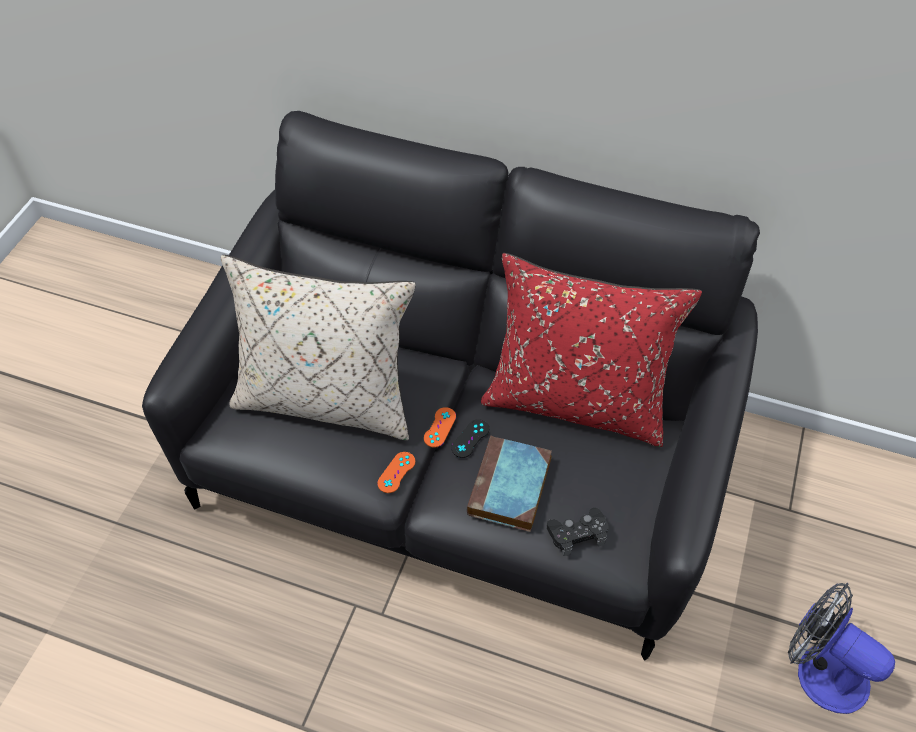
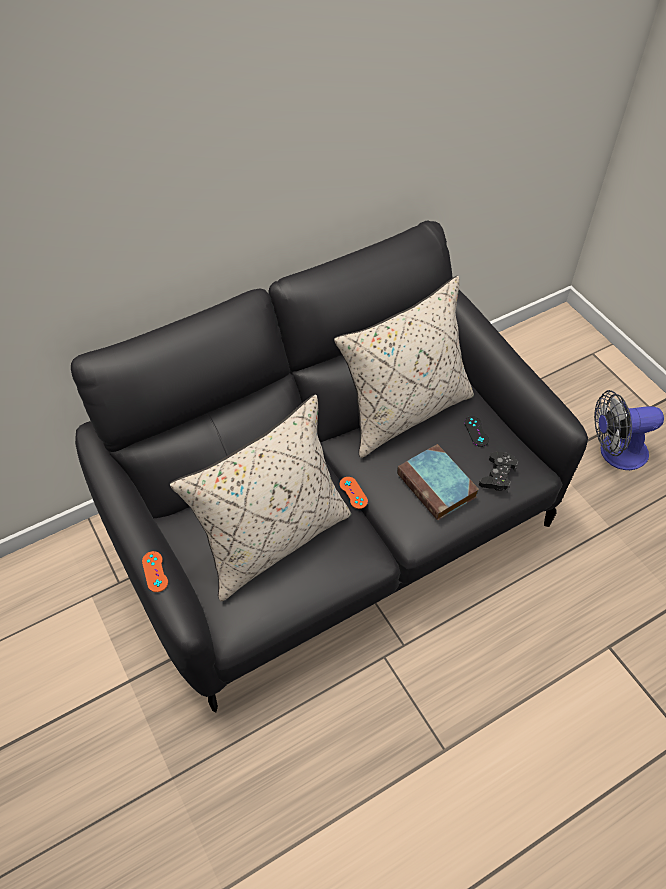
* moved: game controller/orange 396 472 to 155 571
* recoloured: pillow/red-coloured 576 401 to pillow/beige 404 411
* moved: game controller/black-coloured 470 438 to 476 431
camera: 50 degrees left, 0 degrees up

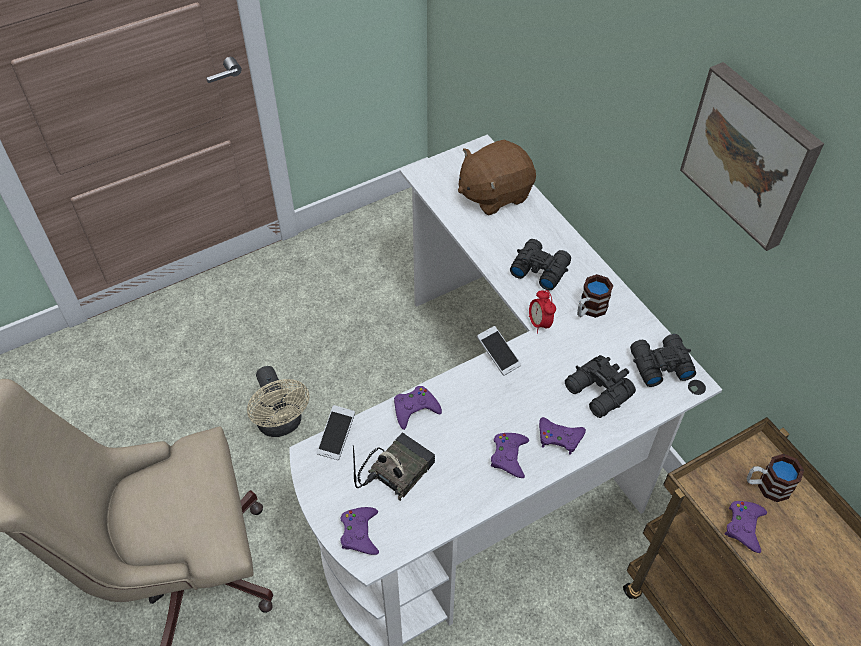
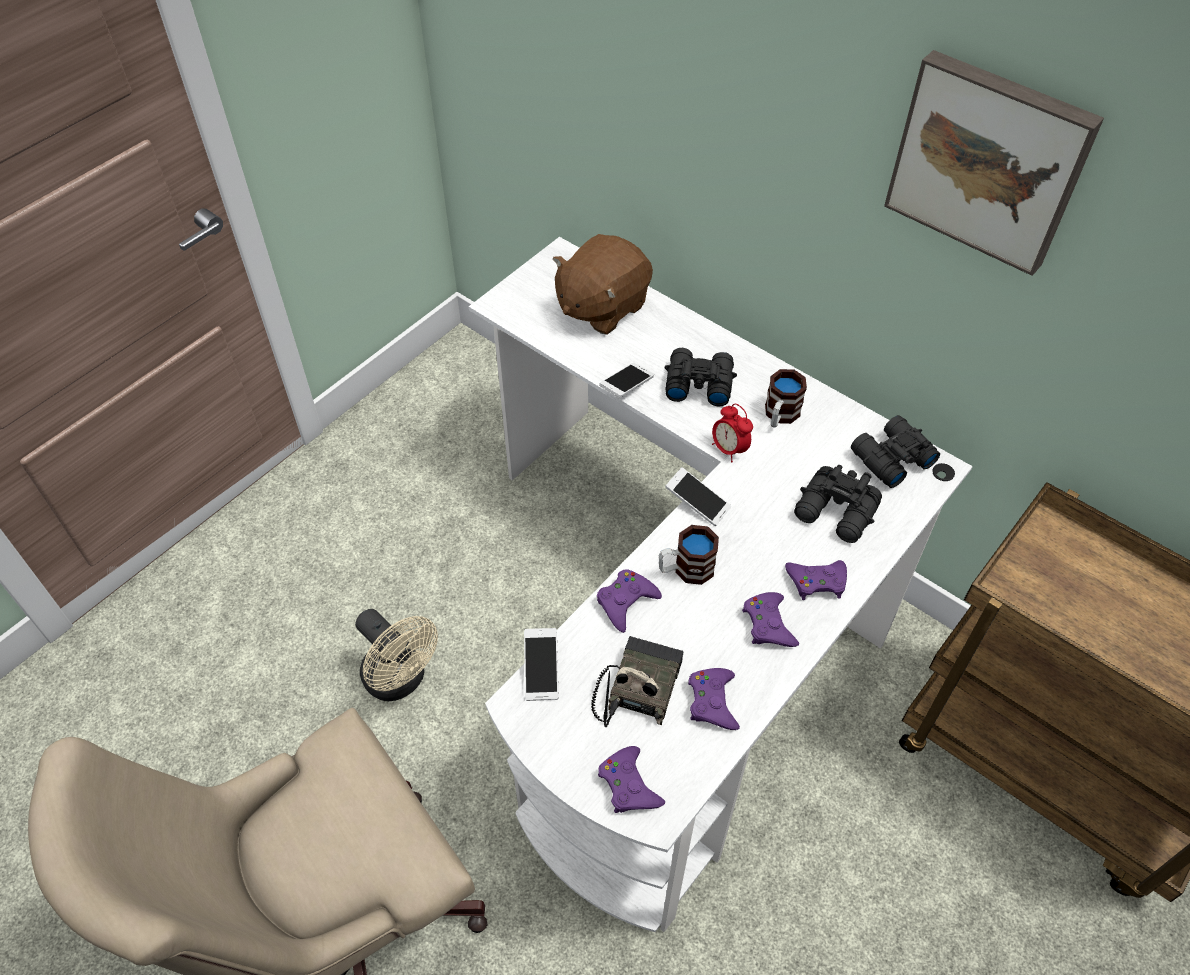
* added: phone 626 386
* moved: mug 767 486 to 686 569
* moved: game controller/purplish 744 527 to 712 701
camera: 20 degrees left, 0 degrees up

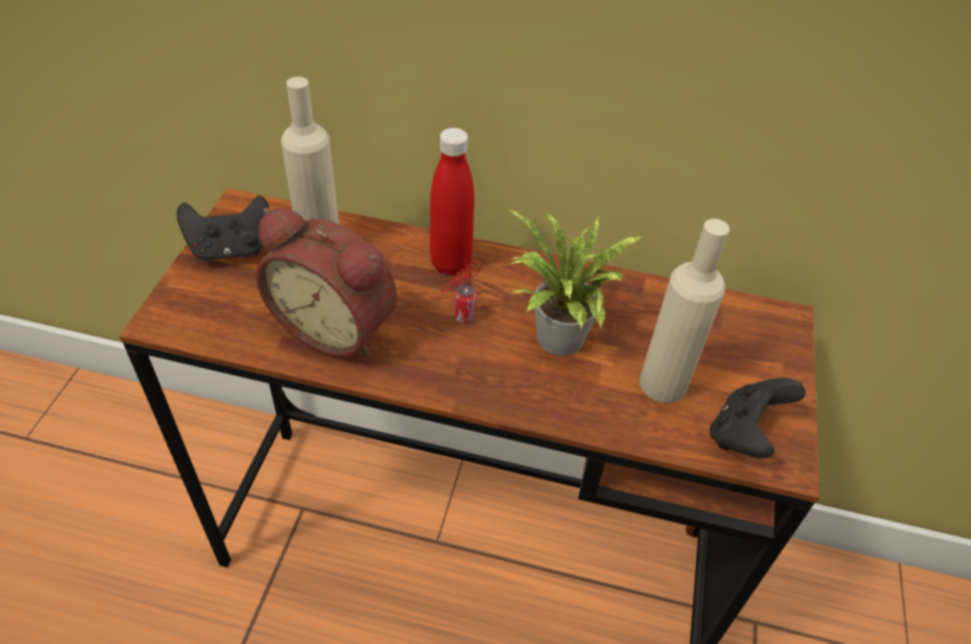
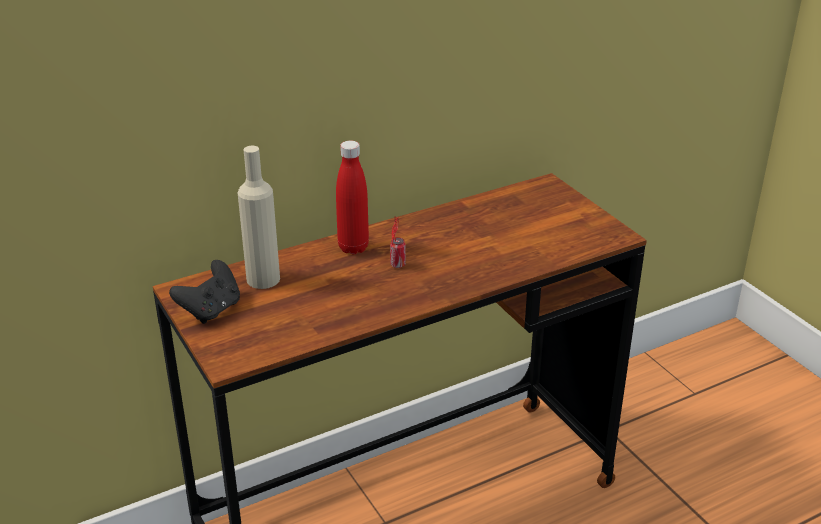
* removed: alarm clock 337 326
* removed: potted plant 557 342
* removed: drink bottle/beige 663 383
* removed: game controller/black-coloured 744 434
camera: 40 degrees left, 15 degrees down

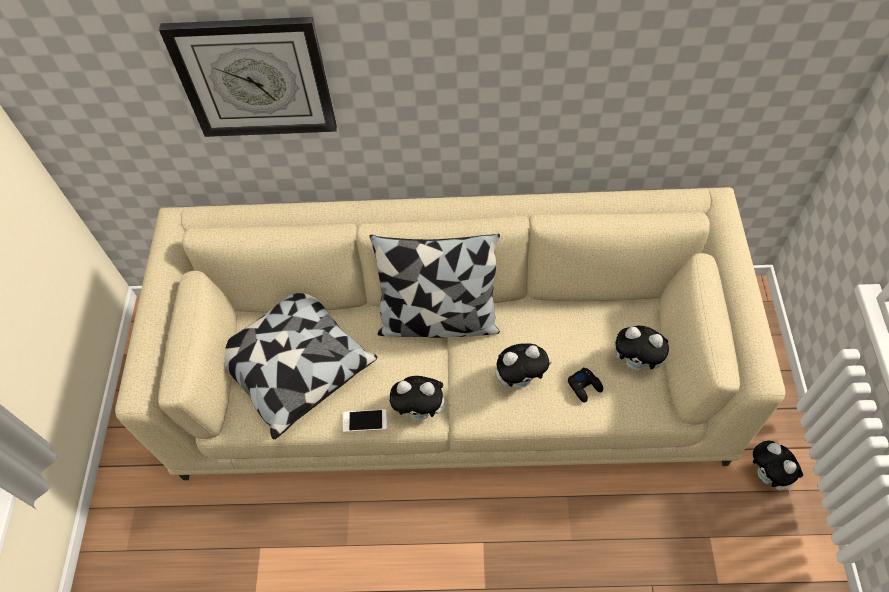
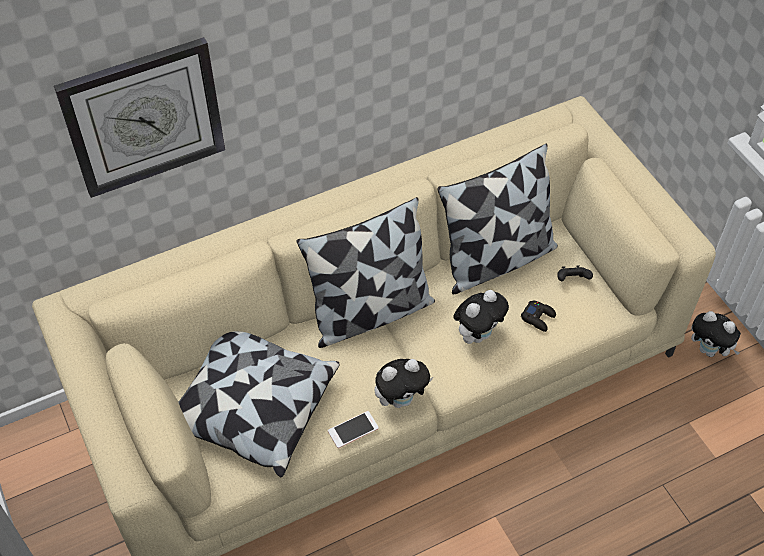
* added: pillow 496 259
* replaced: soft toy 637 363 to game controller/black-coloured 572 280
camera: 30 degrees left, 5 degrees down

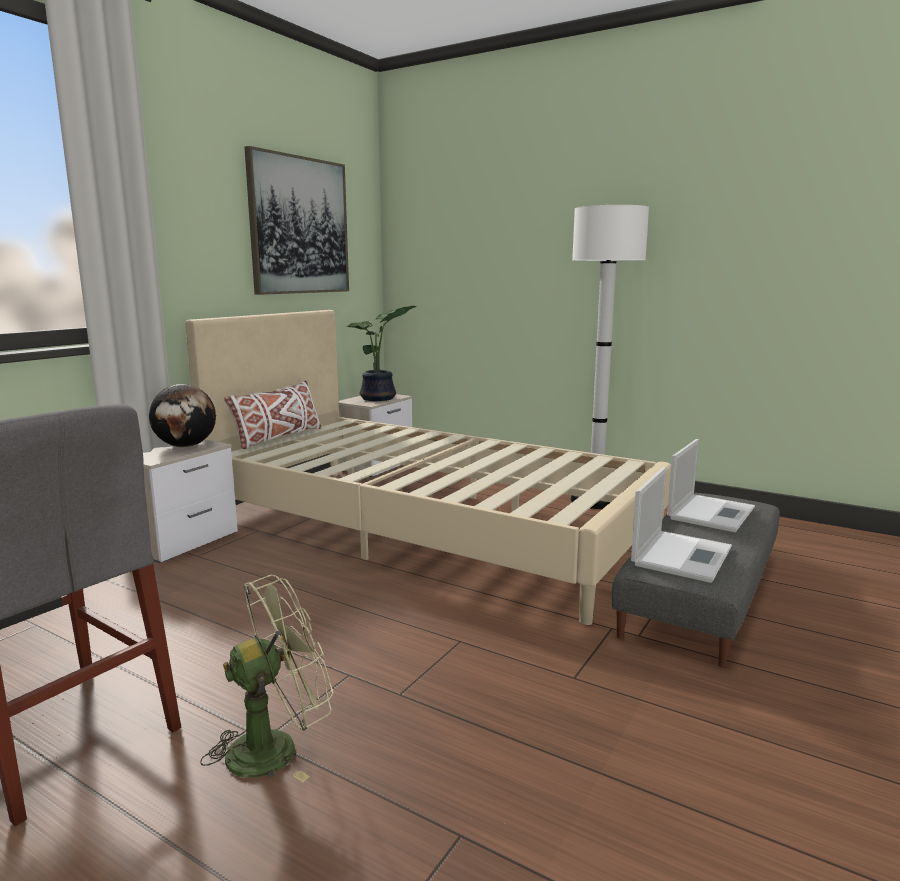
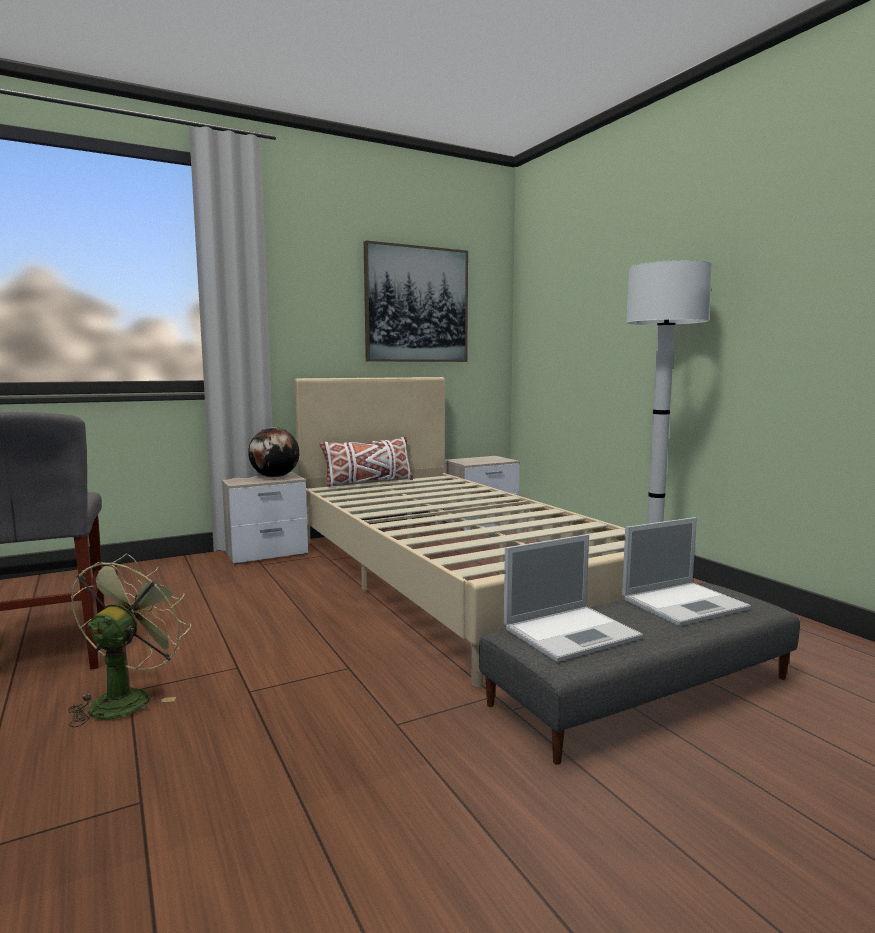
* turned: fan/green 276 747 = 127 698 75 degrees counterclockwise
* removed: potted plant 380 398
camera: 30 degrees right, 5 degrees down

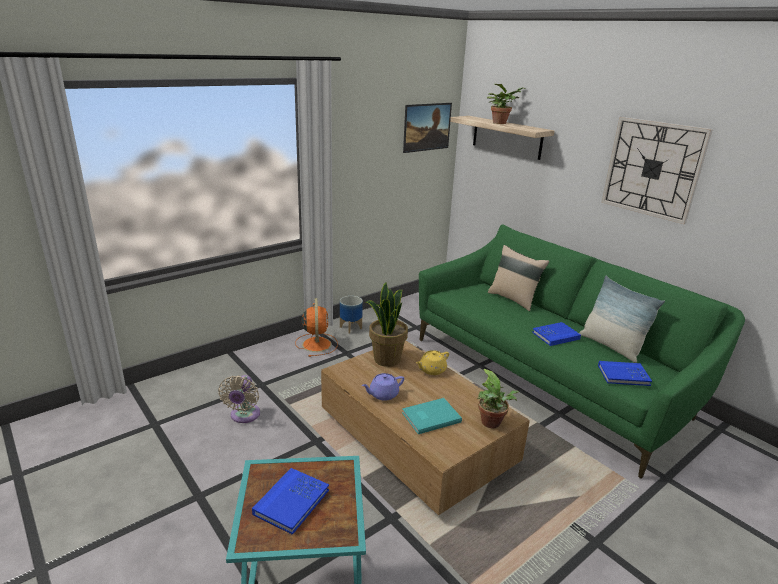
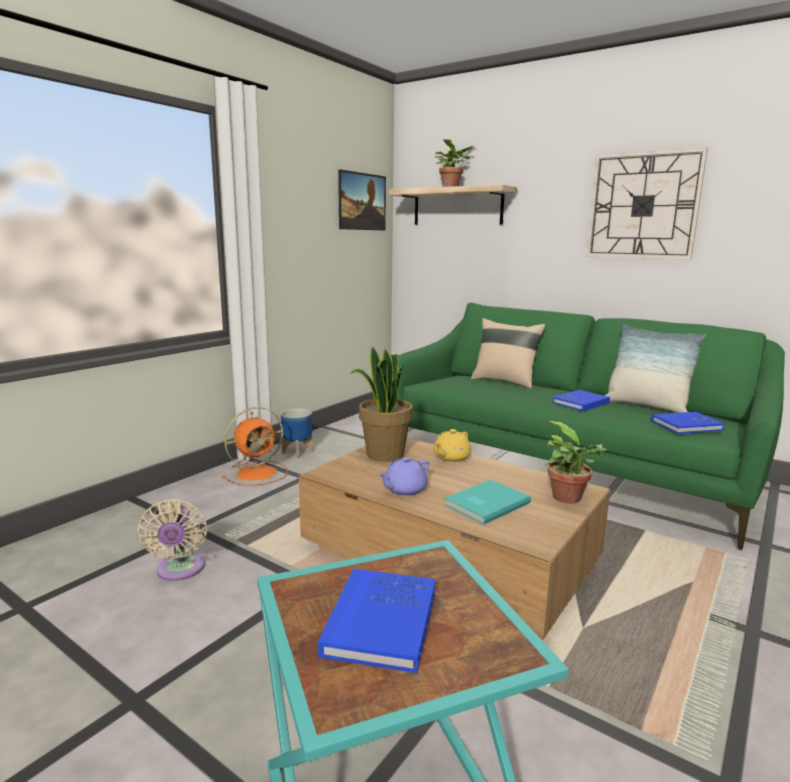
* turned: fan/orange 316 344 = 258 473 75 degrees clockwise
camera: 15 degrees left, 10 degrees down

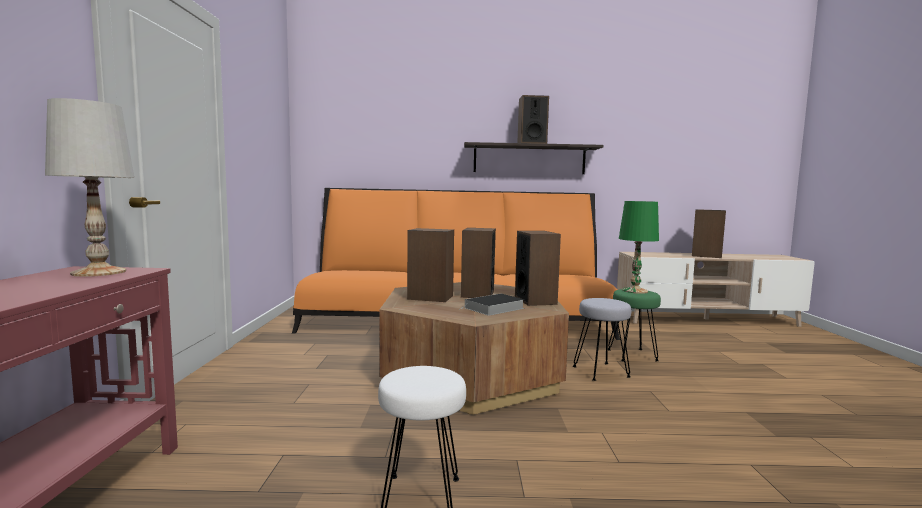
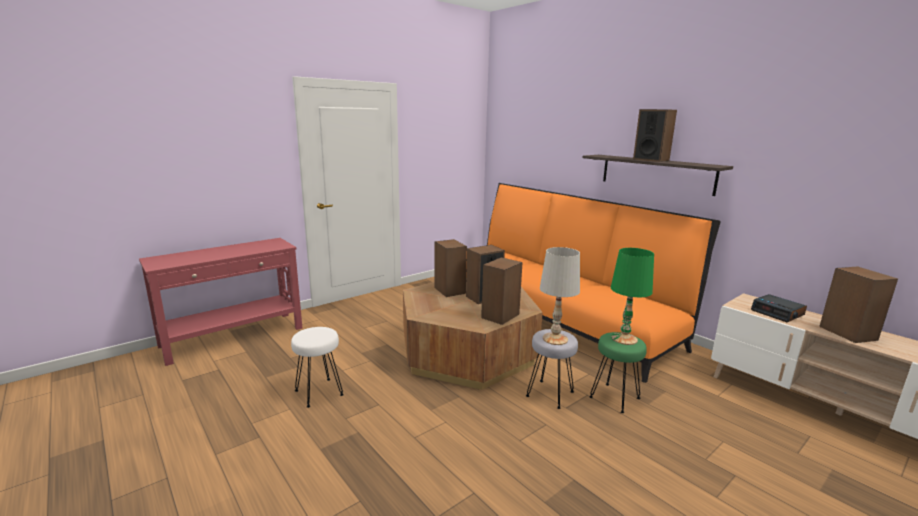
* moved: tabletop lamp/white 99 272 to 555 339
* added: alarm clock 778 313
* removed: volume 493 308
camera: 50 degrees right, 10 degrees up

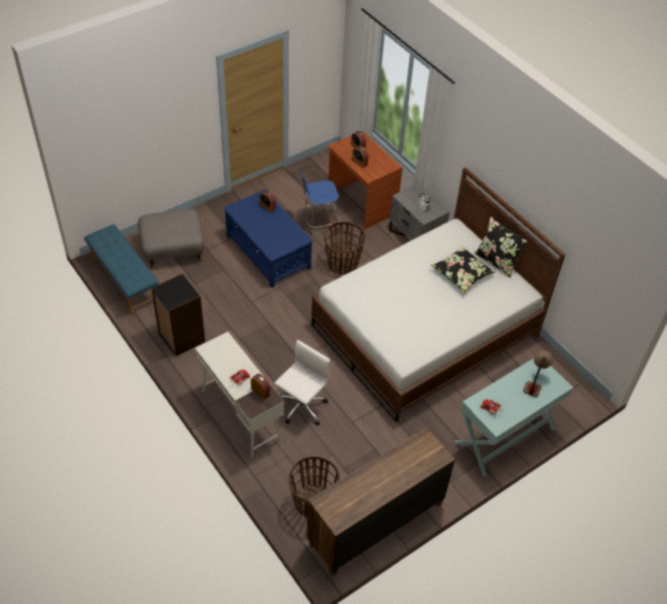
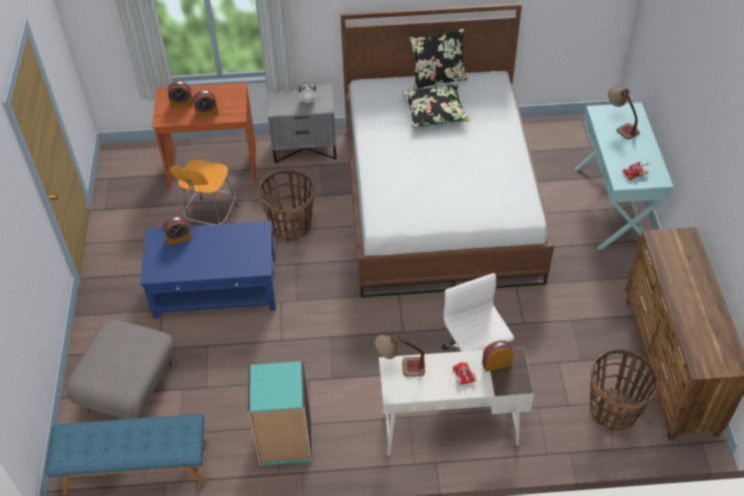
* recoloured: sitting stool/bluish 319 223 to sitting stool/orange 211 218
* recoloured: shelving unit/black-coloured 181 337 to shelving unit/turquoise 285 442
* added: tabletop lamp 400 368
camera: 55 degrees left, 0 degrees up

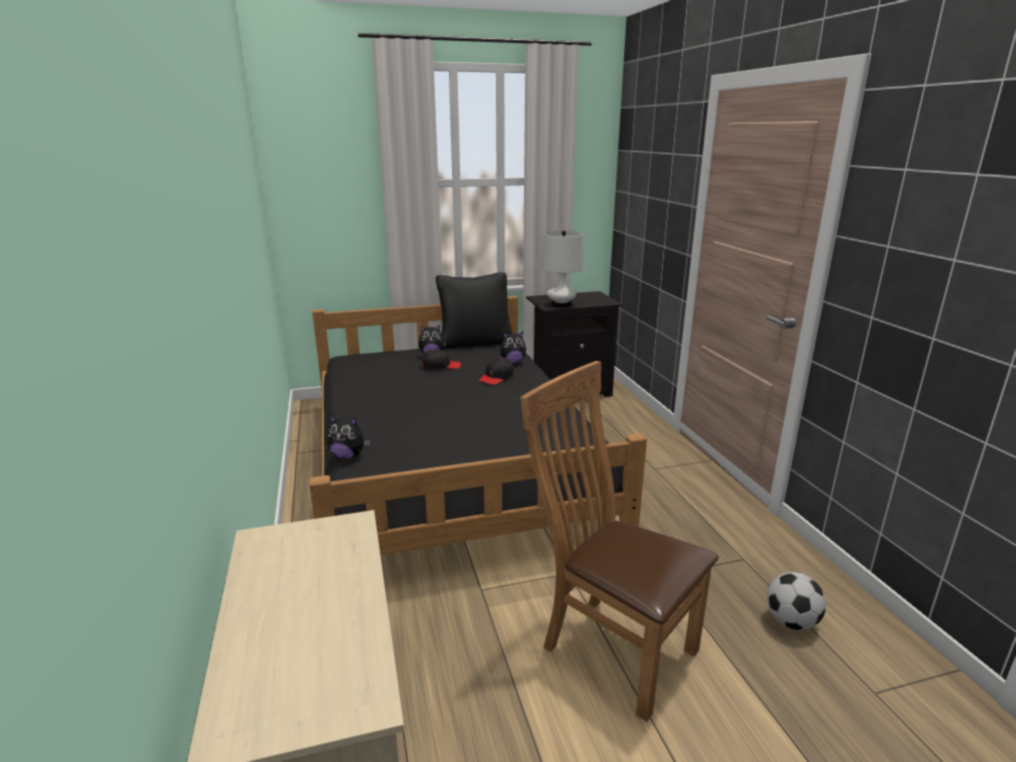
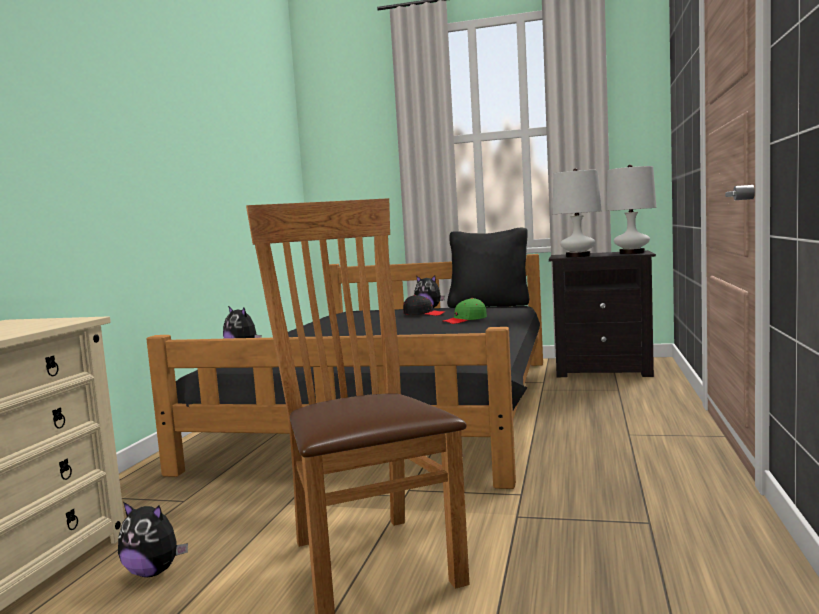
* moved: soft toy 512 362 to 153 572
* recoloured: baseball cap/black-coloured 496 377 to baseball cap/green 465 320
* added: tabletop lamp/white 632 253
* removed: football 791 622
camera: 30 degrees right, 15 degrees down

